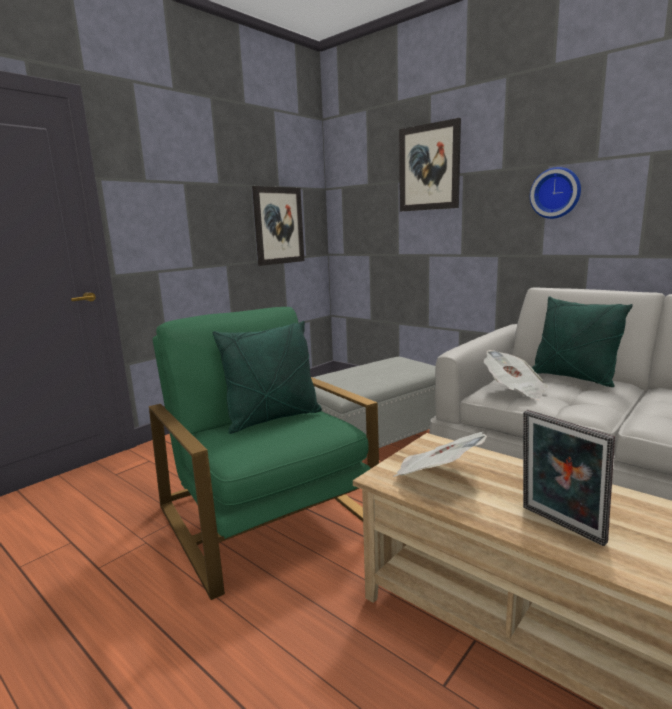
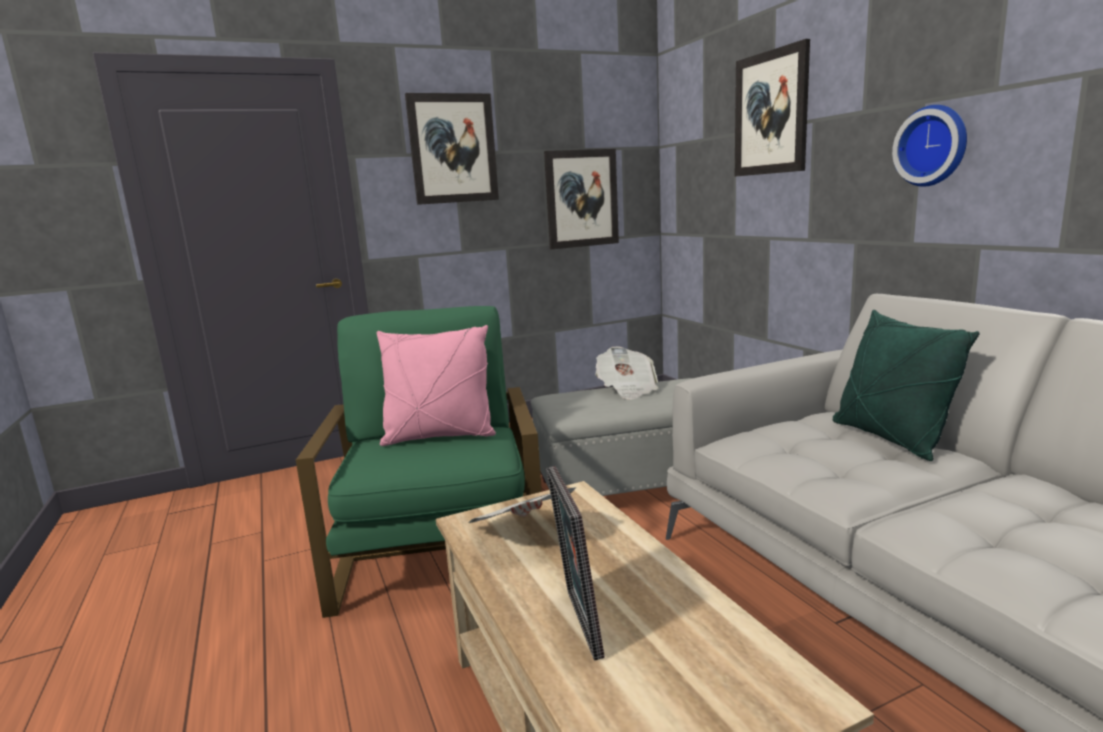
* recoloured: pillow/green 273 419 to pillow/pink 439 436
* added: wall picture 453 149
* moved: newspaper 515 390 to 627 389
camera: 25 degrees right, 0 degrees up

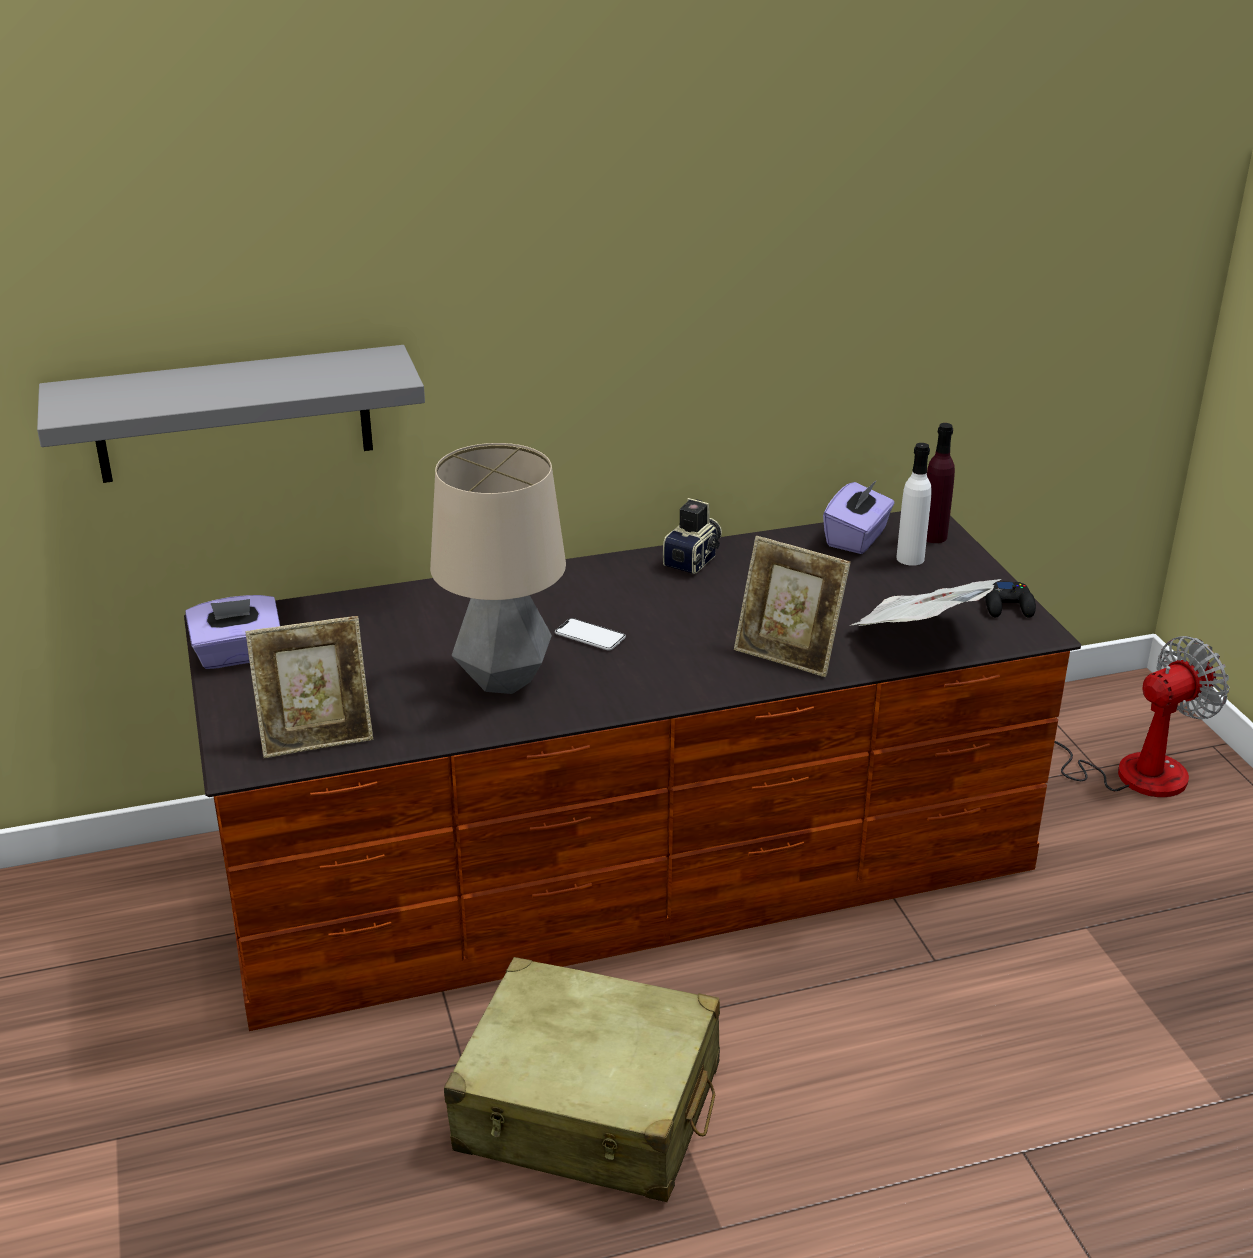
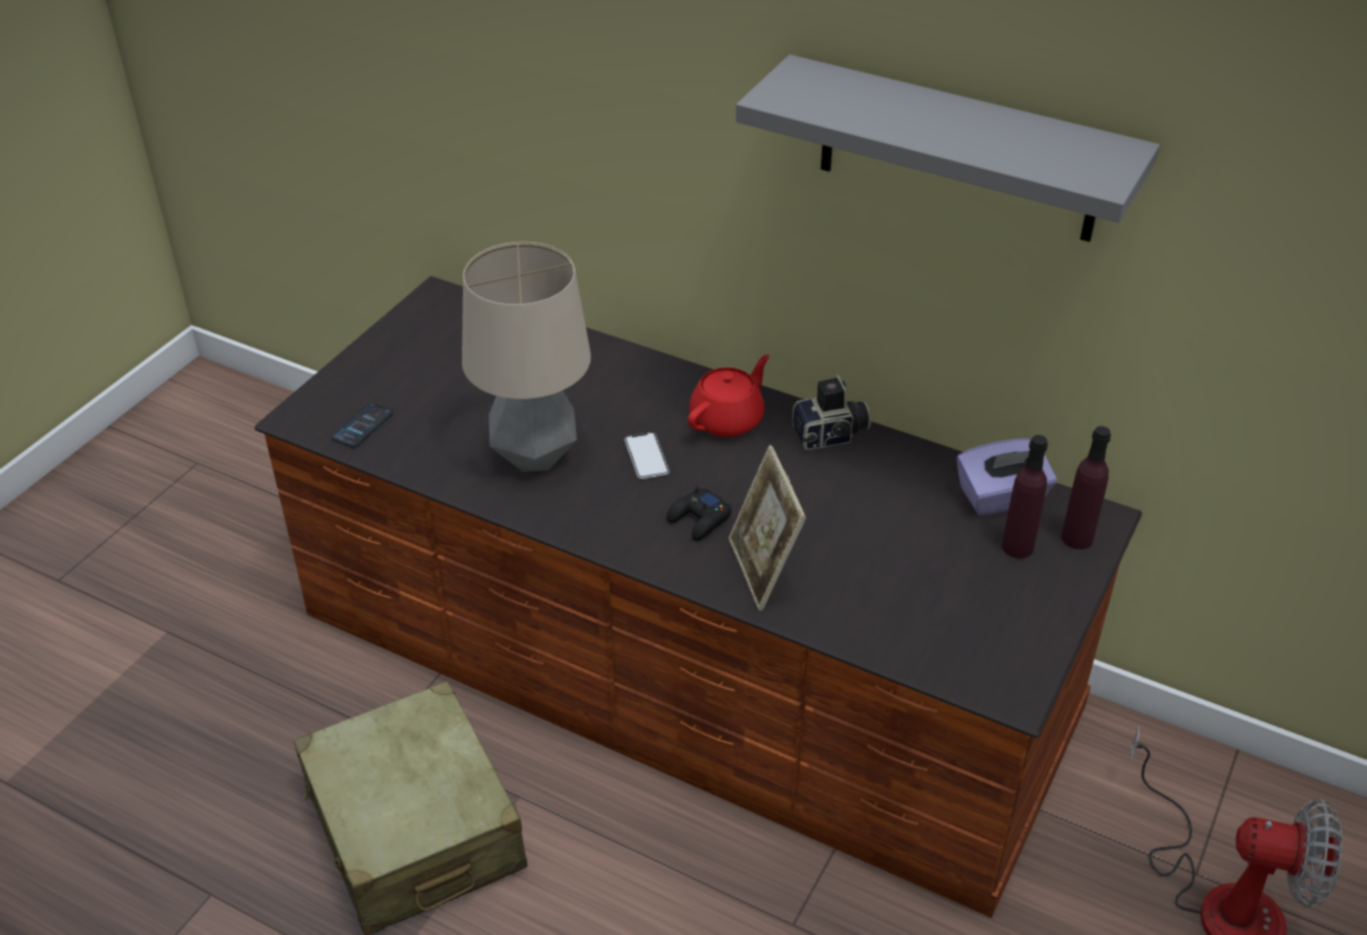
* replaced: standing frame 317 737 to phone 362 426
* moved: game controller/black-coloured 1008 606 to 699 520
* added: teapot/red-coloured 728 419
* moved: wall shelf/grey 233 414 to 959 151
* recoloured: drink bottle/white 910 558 to drink bottle/purplish 1017 547
* removed: tissue holder/purplish 238 655
* removed: newspaper 920 635
camera: 45 degrees right, 10 degrees up

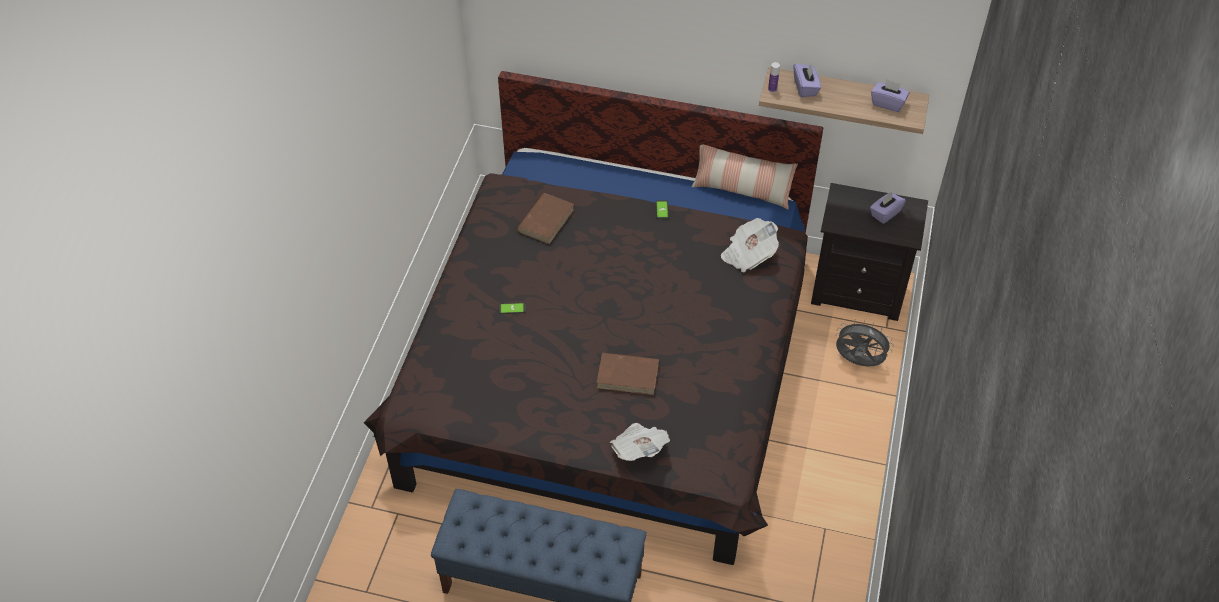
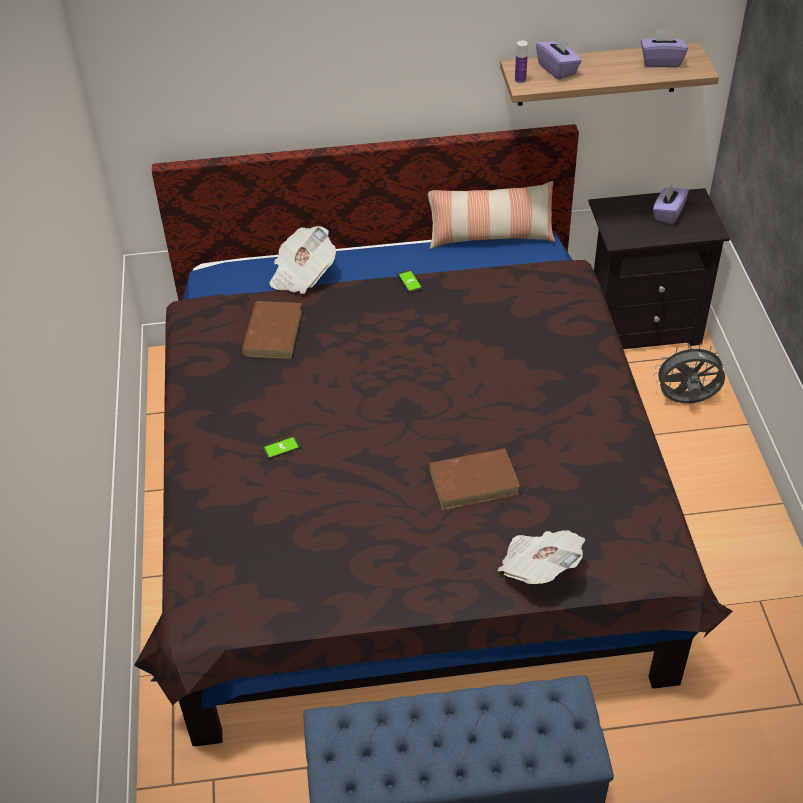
* moved: newspaper 748 254 to 302 275
camera: 20 degrees left, 5 degrees down

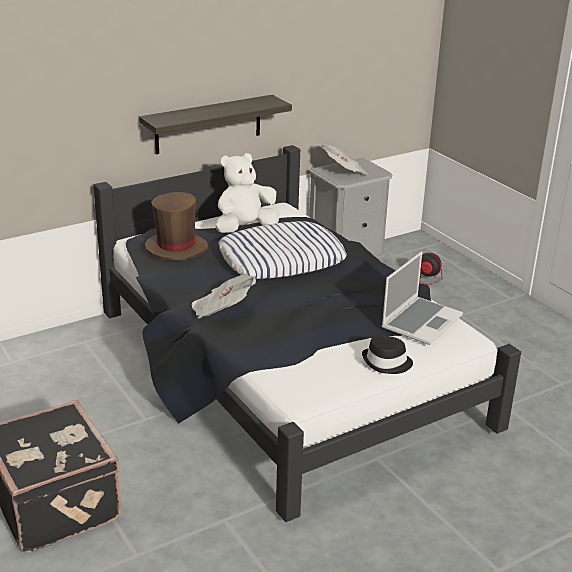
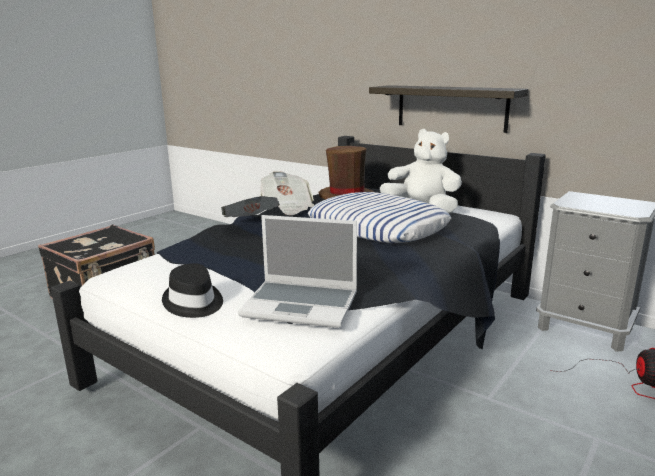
* moved: newspaper 343 172 to 287 207
camera: 70 degrees right, 10 degrees down

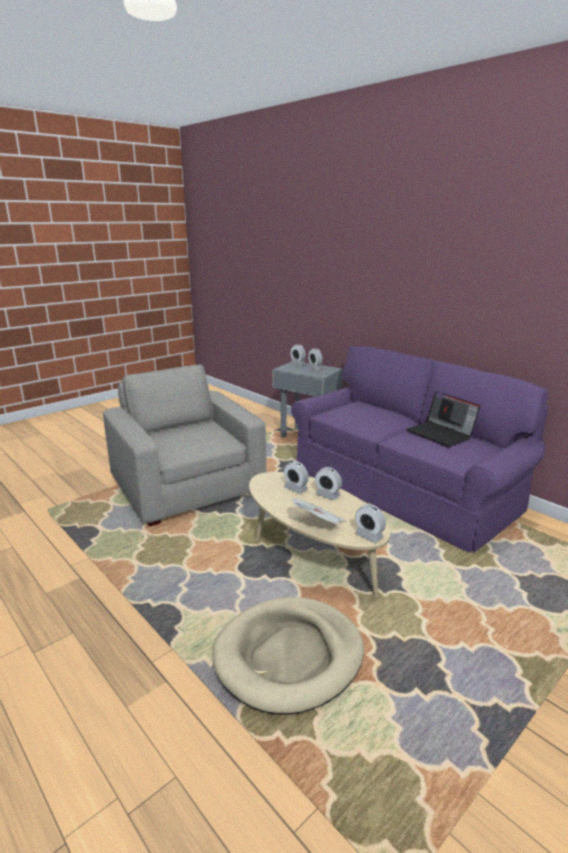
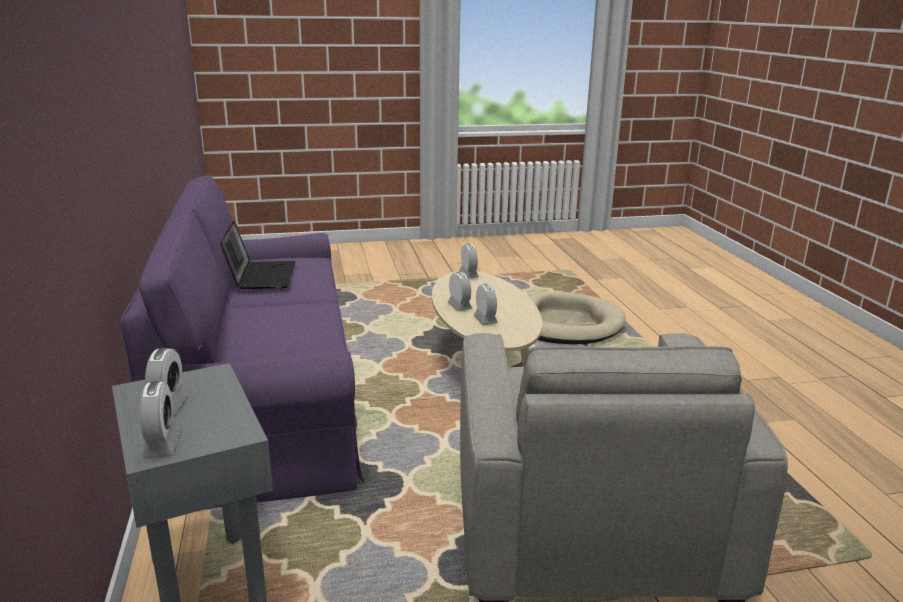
* removed: newspaper 319 524
camera: 150 degrees left, 0 degrees up

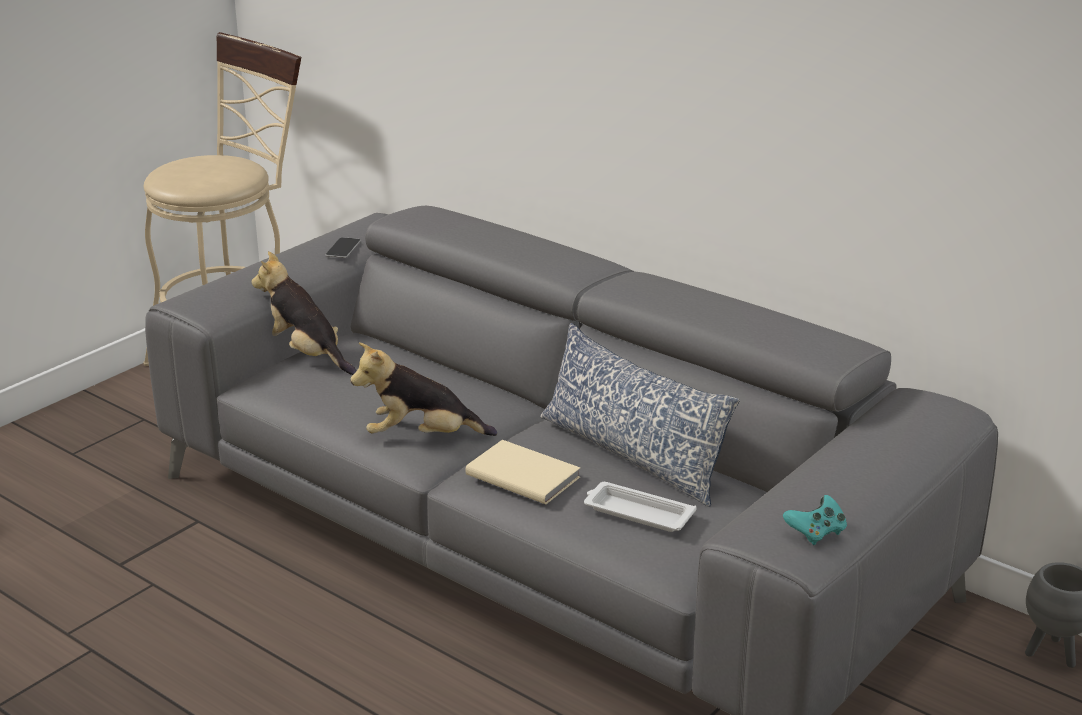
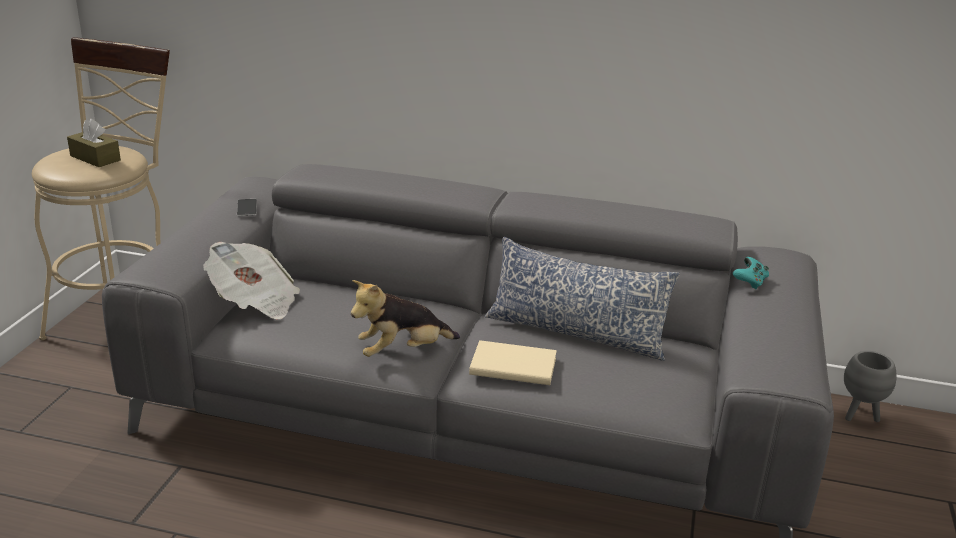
* added: tissue holder/brown-coloured 95 158
* replaced: soft toy 306 354 to newspaper 255 301
* moved: game controller/turquoise 816 533 to 750 282
* removed: serving tray/white 637 513
camera: 25 degrees left, 0 degrees up

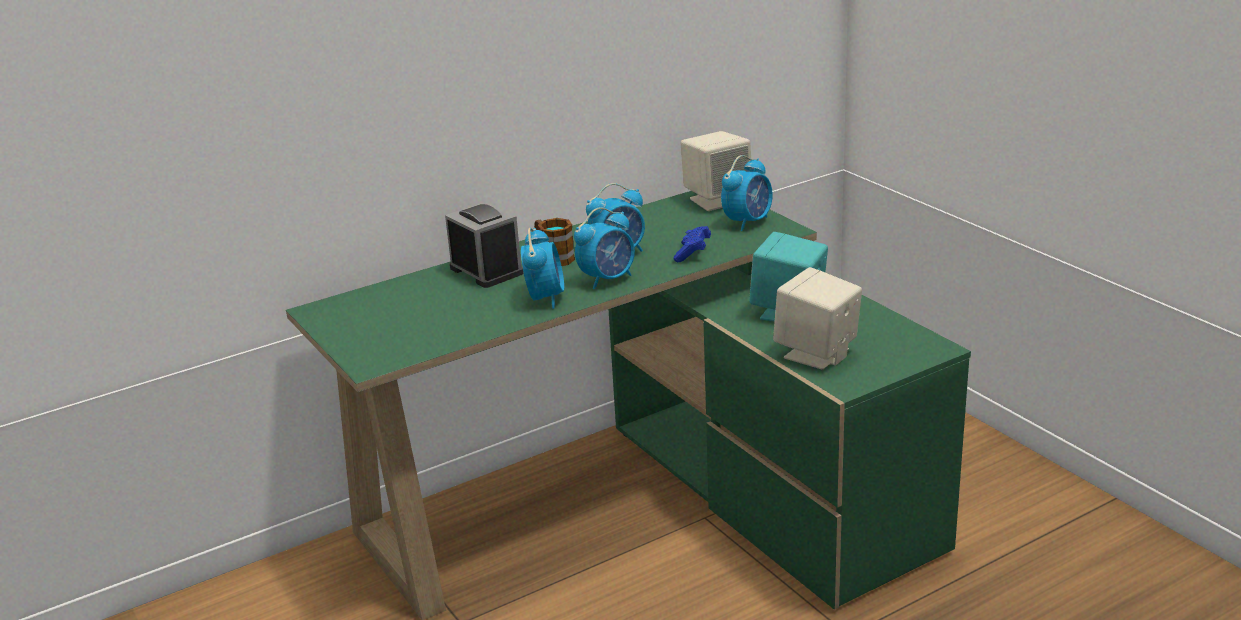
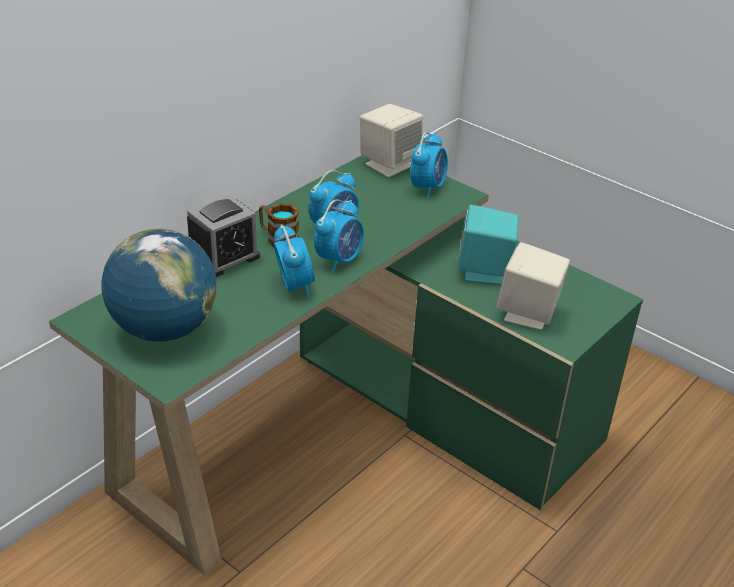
* added: globe 164 329
* turned: alarm clock 486 270 = 224 258 105 degrees clockwise
* removed: game controller/bluish 692 254
camera: 20 degrees left, 10 degrees up

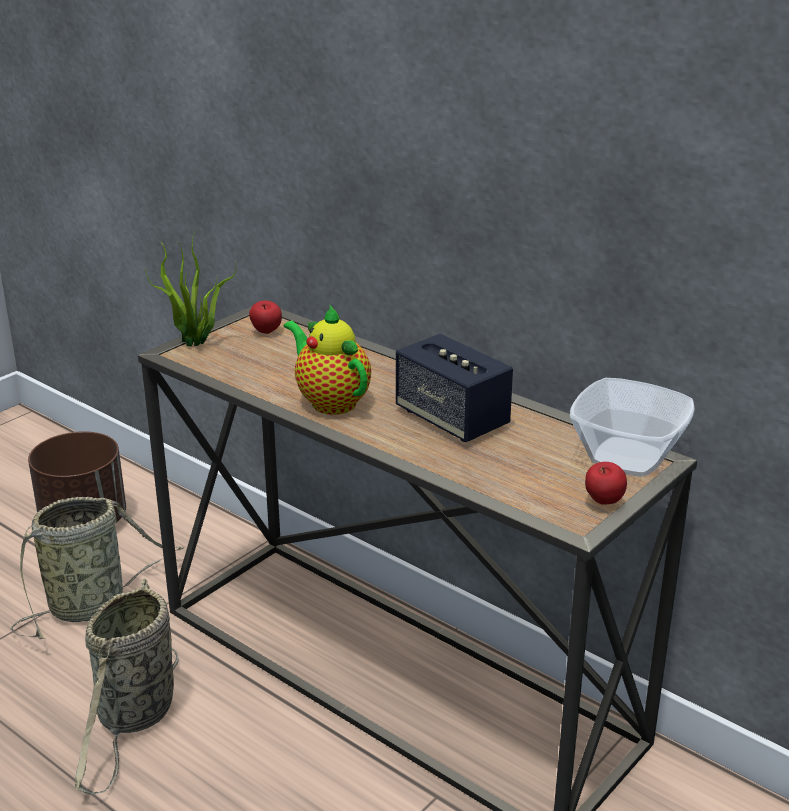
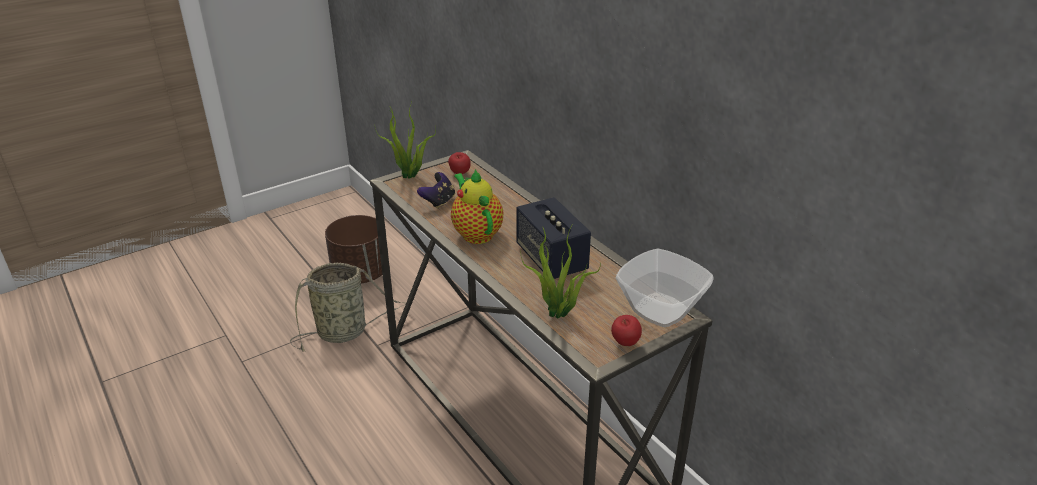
* added: game controller 438 202
* added: potted plant 558 314
* removed: storage basket 135 717
camera: 15 degrees right, 5 degrees up

